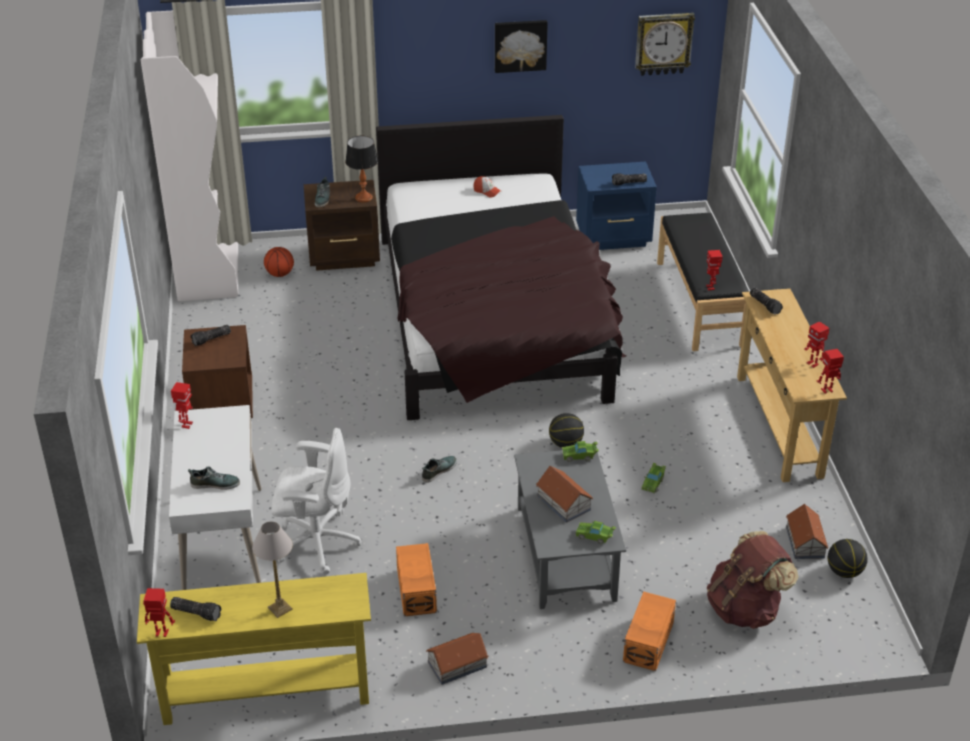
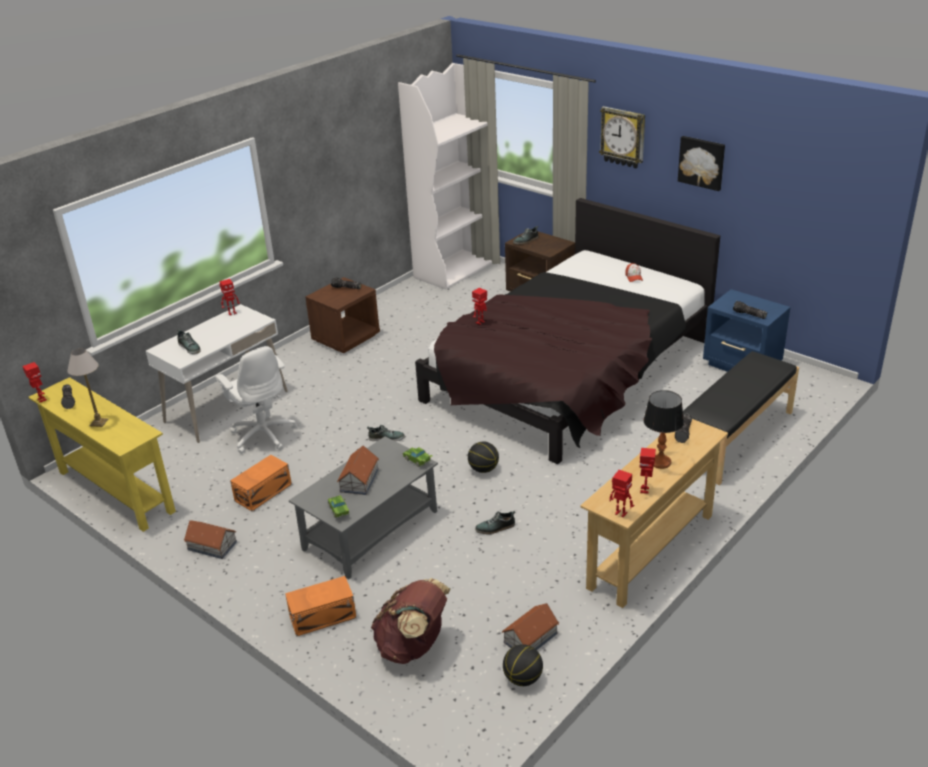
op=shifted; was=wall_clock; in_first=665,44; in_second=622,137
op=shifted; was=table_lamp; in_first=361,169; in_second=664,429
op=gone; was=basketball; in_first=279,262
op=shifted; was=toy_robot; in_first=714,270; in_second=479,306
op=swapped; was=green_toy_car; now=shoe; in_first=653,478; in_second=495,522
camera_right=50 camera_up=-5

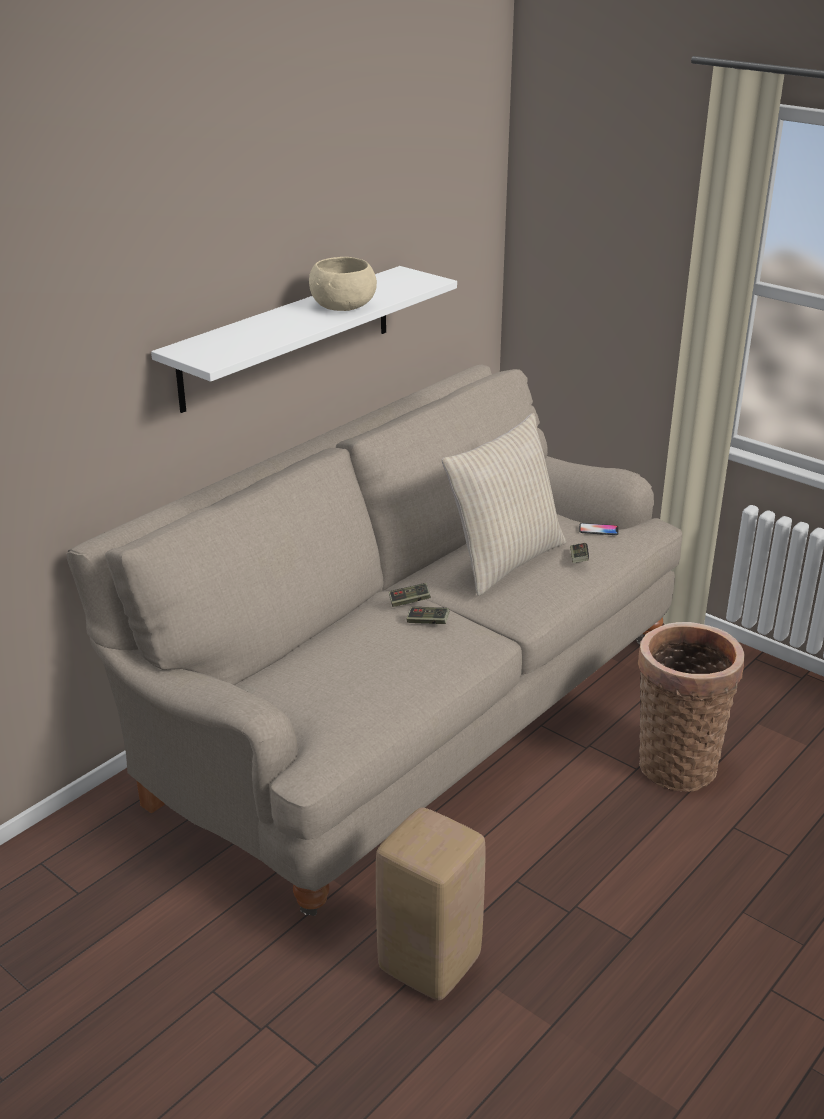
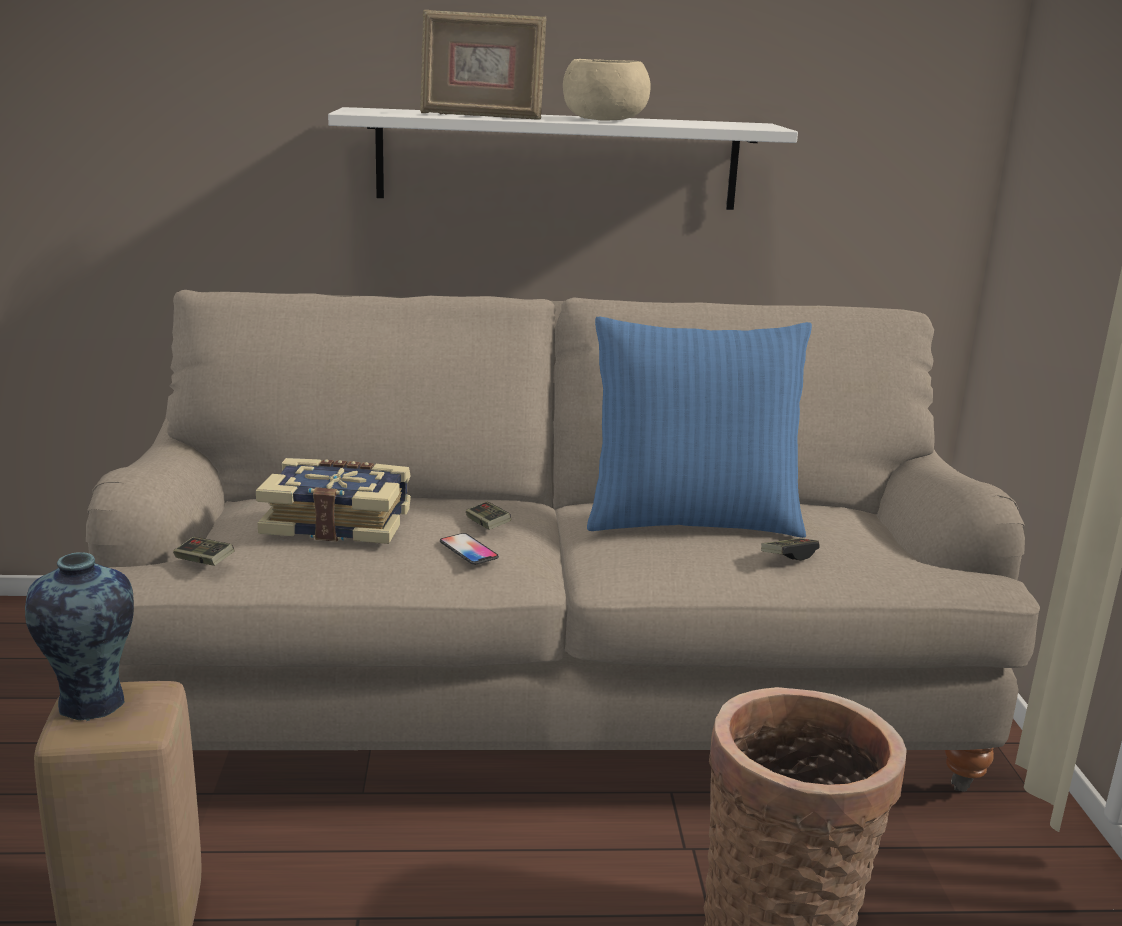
op=repainted; was=beige_pillow; now=blue_pillow; in_first=504,504; in_second=699,427
op=shifted; was=phone; in_first=599,529; in_second=469,549
op=shifted; was=game_controller; in_first=410,595; in_second=203,551
op=new; now=picture_frame; in_second=483,65
op=new; now=book; in_second=333,501
op=new; now=vase; in_second=79,636
camera_right=45 camera_up=-10

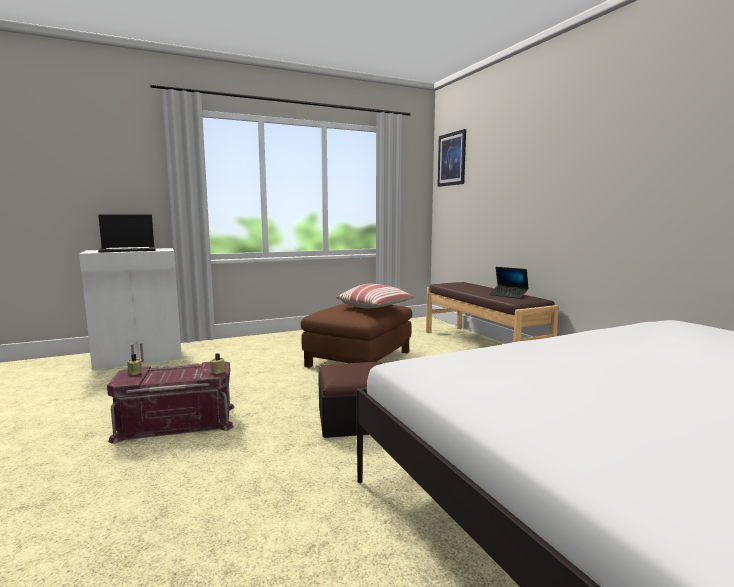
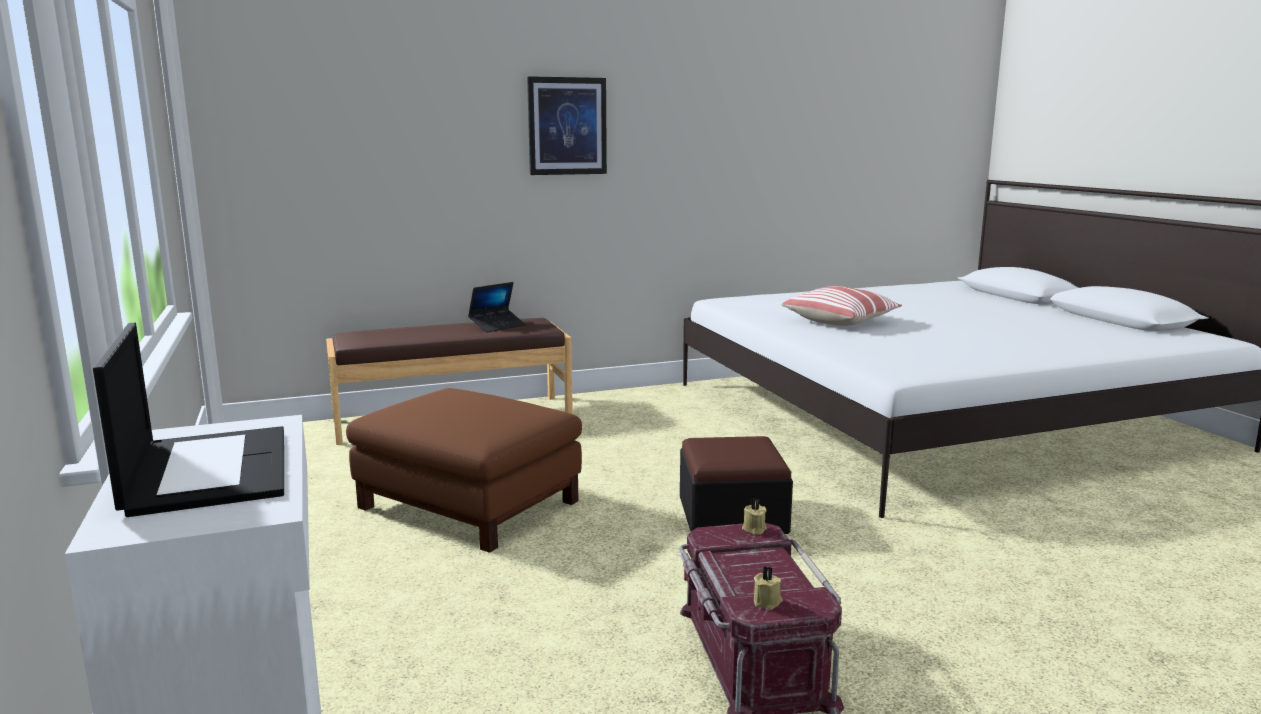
op=shifted; was=picture; in_first=451,158; in_second=567,125
op=shifted; was=pillow; in_first=375,296; in_second=841,306
camera_right=-85 camera_up=5

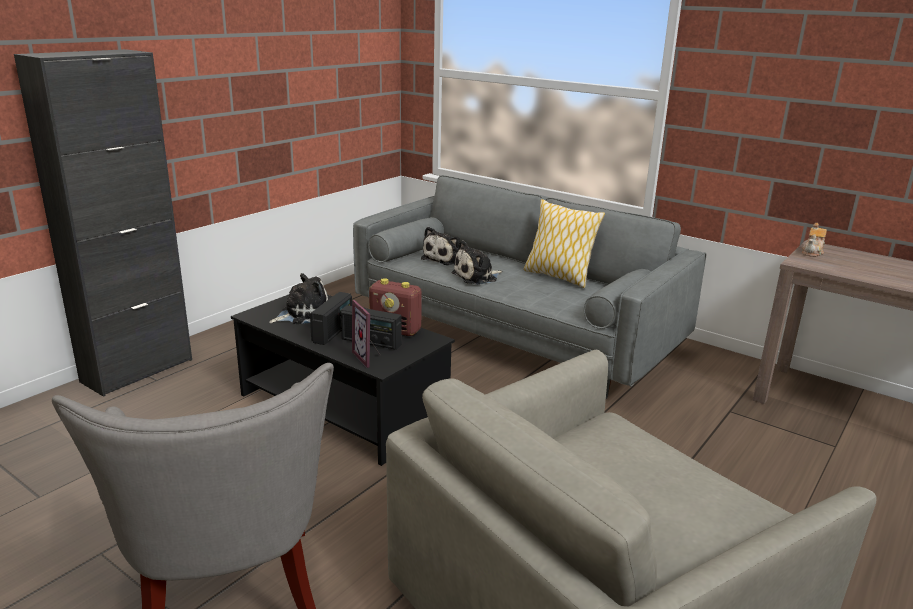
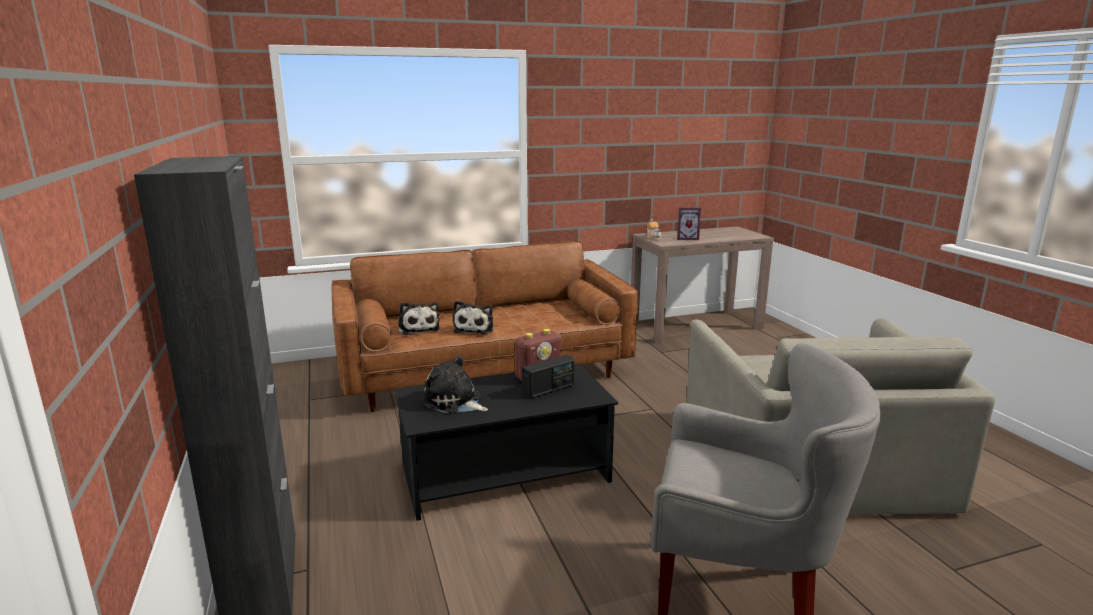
op=repainted; was=grey_sofa; now=brown_sofa; in_first=529,287; in_second=485,326
op=gone; was=pillow; in_first=564,243
op=rotated; was=plush_toy; in_first=299,298; in_second=455,384; clockwise=-60
op=gone; was=radio; in_first=331,318
op=shifted; was=picture_frame; in_first=365,334; in_second=689,223
camera_right=-55 camera_up=-5

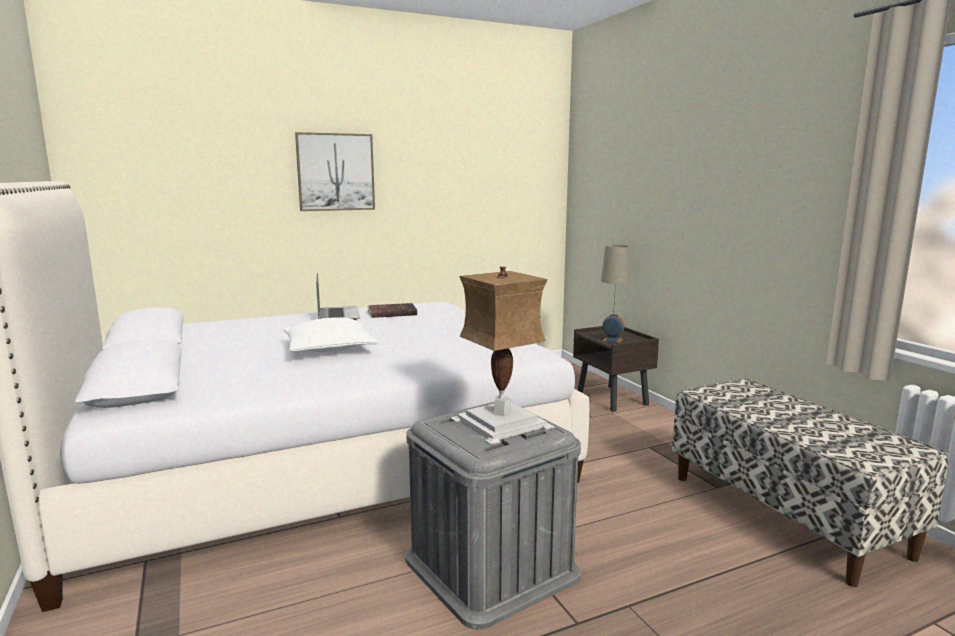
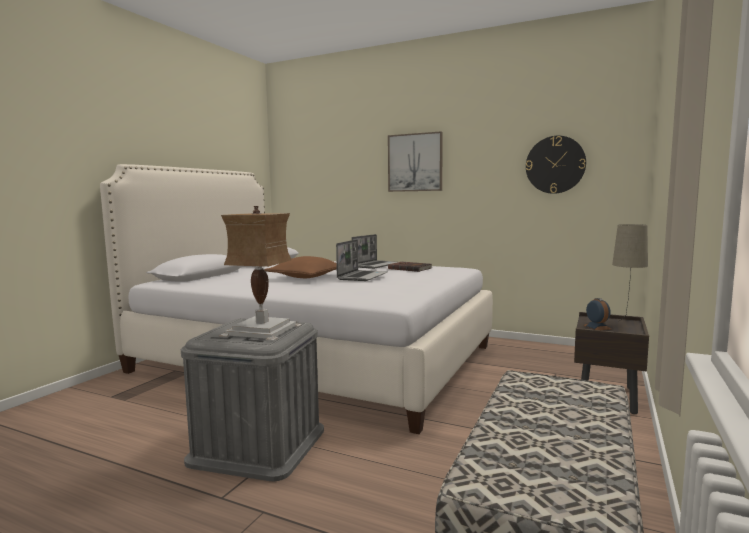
op=repainted; was=white_pillow; now=brown_pillow; in_first=330,334; in_second=301,267
op=new; now=wall_clock; in_second=556,165
op=new; now=laptop; in_second=362,260
camera_right=50 camera_up=-5

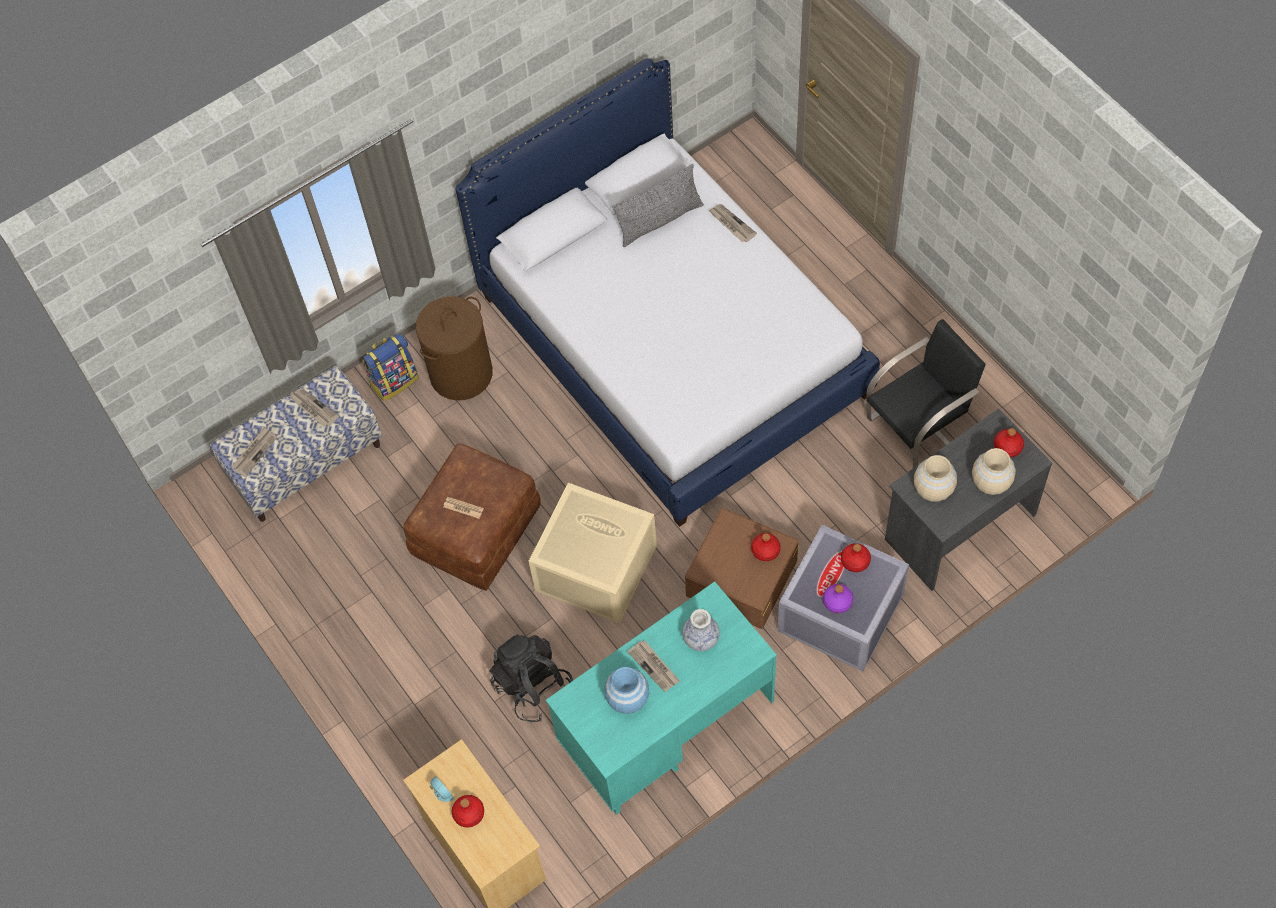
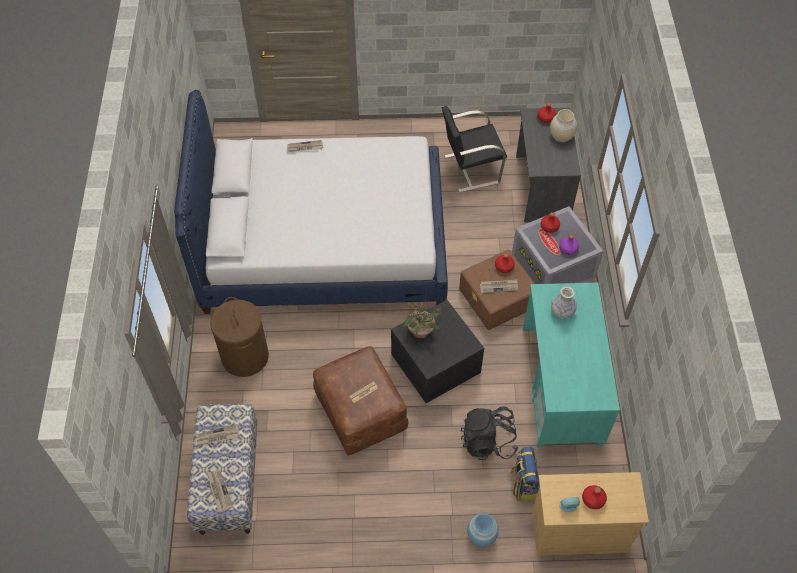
op=gone; was=grey_pillow; in_first=658,205
op=rotated; was=black_chair; in_first=926,393; in_second=474,149; clockwise=-105
op=shifted; was=backpack; in_first=391,367; in_second=525,473
op=gone; was=beige_vase; in_first=935,478
op=repainted; was=beige_storage_box; now=black_storage_box; in_first=593,553; in_second=437,351
op=shifted; was=newspaper; in_first=653,666; in_second=499,286
op=shifted; was=blue_vase; in_first=626,690; in_second=483,530
op=new; now=potted_plant; in_second=422,319
camera_right=-60 camera_up=-5

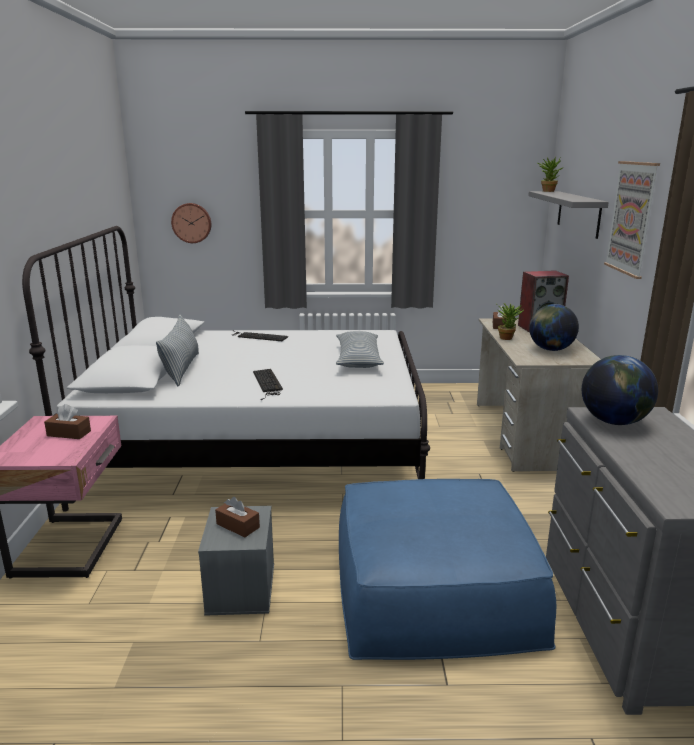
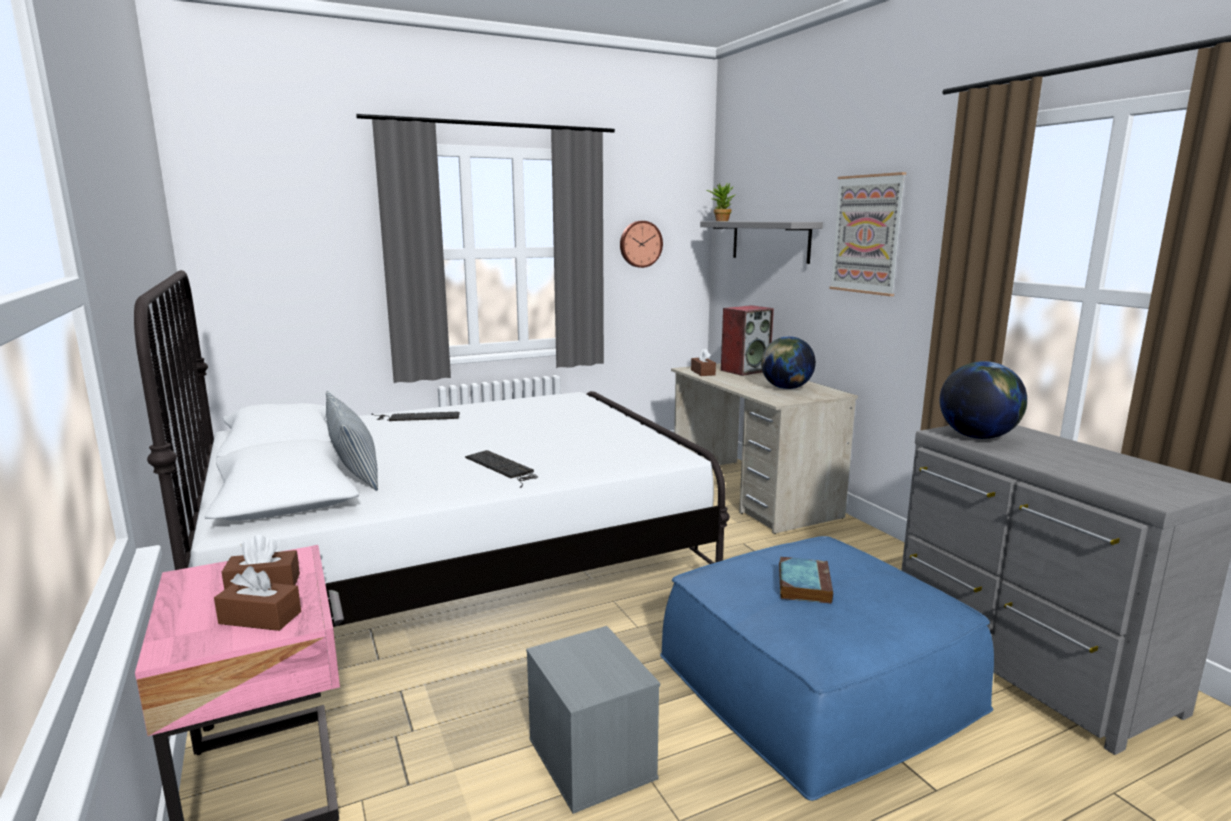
op=shifted; was=wall_clock; in_first=191,223; in_second=641,244
op=gone; was=potted_plant; in_first=510,321
op=gone; was=pillow; in_first=360,349
op=shifted; was=brown_tissue_box; in_first=237,517; in_second=257,598
op=new; now=book; in_second=806,580
camera_right=-25 camera_up=-5

